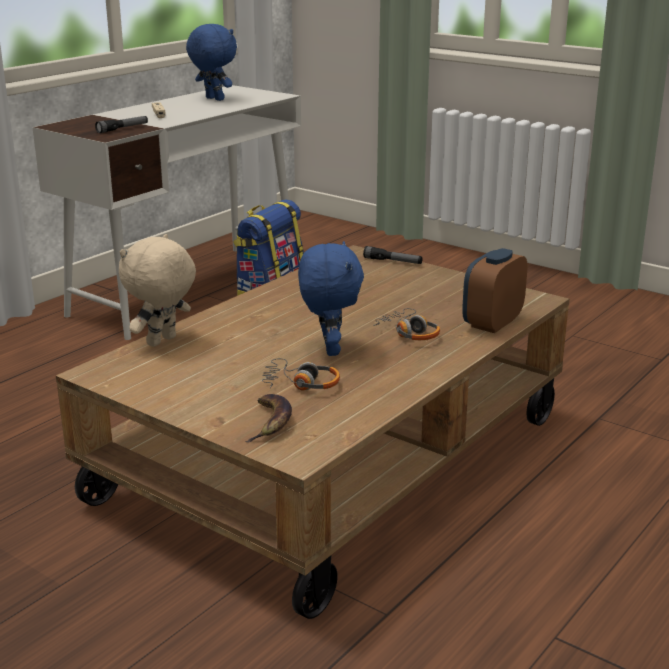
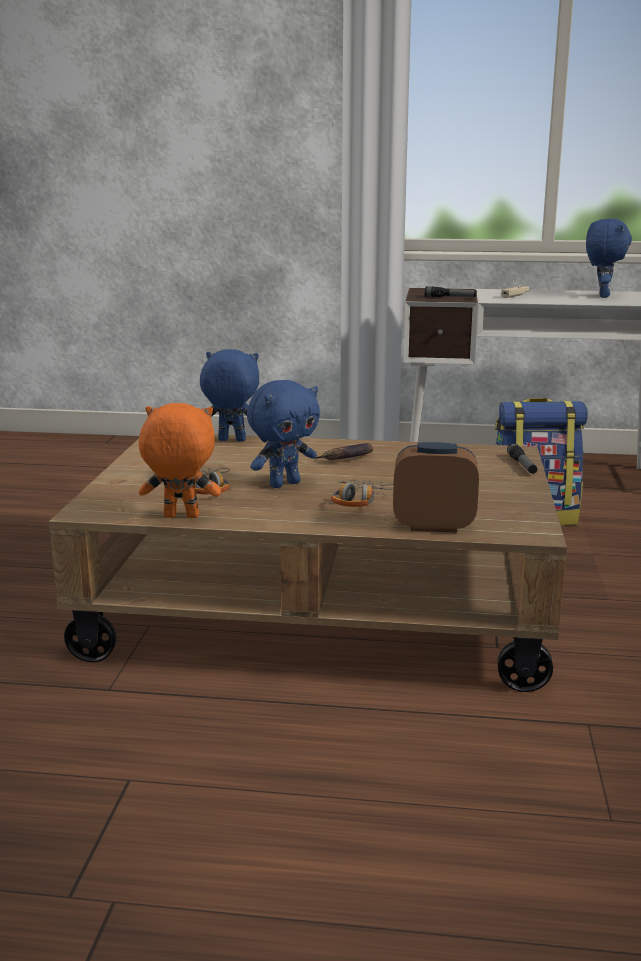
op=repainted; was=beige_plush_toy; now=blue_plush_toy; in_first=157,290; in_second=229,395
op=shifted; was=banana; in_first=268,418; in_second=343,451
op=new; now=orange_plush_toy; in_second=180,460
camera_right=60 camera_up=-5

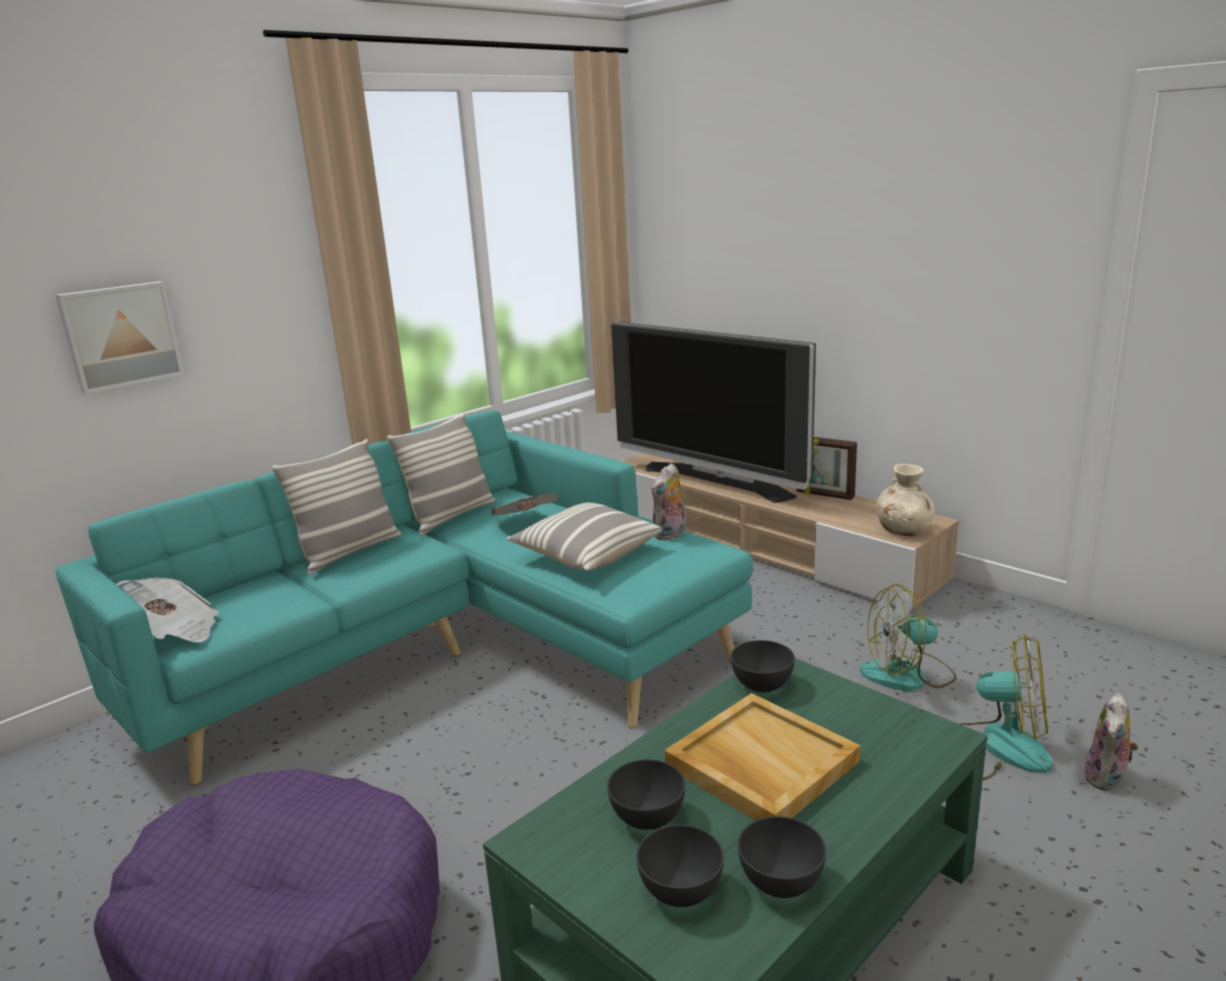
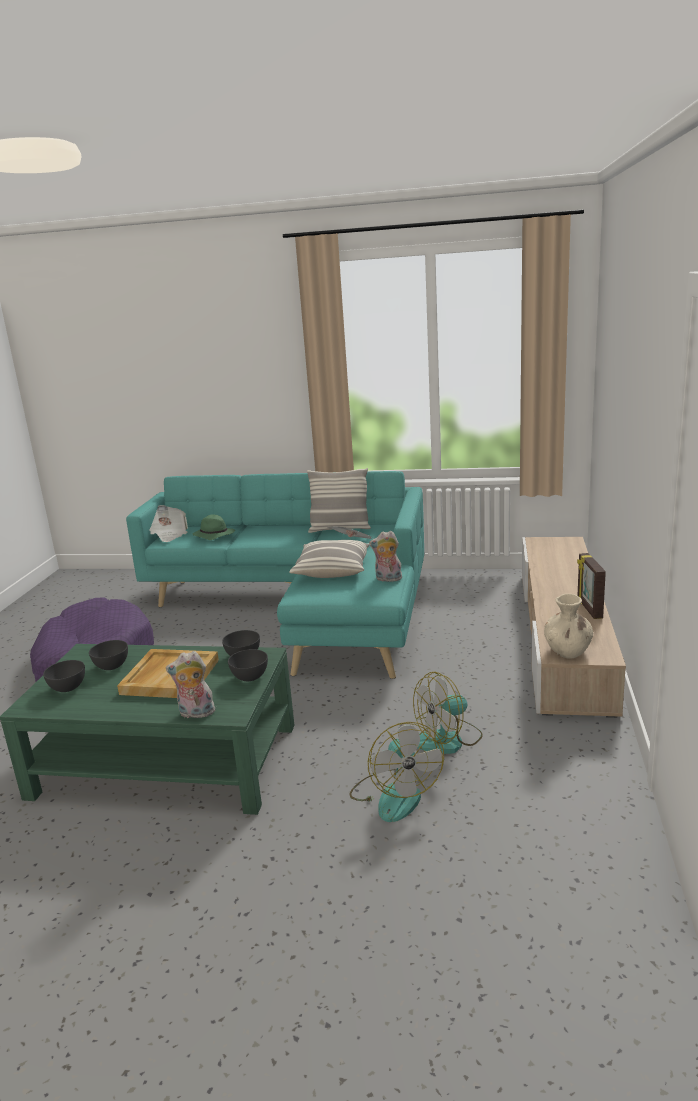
op=gone; was=picture; in_first=120,337
op=gone; was=television; in_first=713,412
op=gone; was=pillow; in_first=336,507
op=rotated; was=fan; in_first=908,638; in_second=448,713; clockwise=-75
op=shifted; was=plush_toy; in_first=1111,742; in_second=190,684
op=shifted; was=grey_bowl; in_first=782,857; in_second=248,665
op=new; now=green_hat; in_second=214,527
camera_right=55 camera_up=0

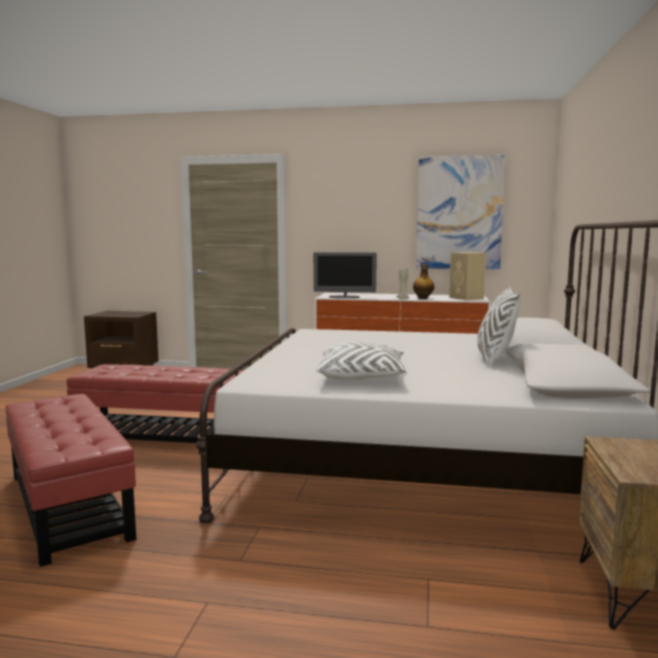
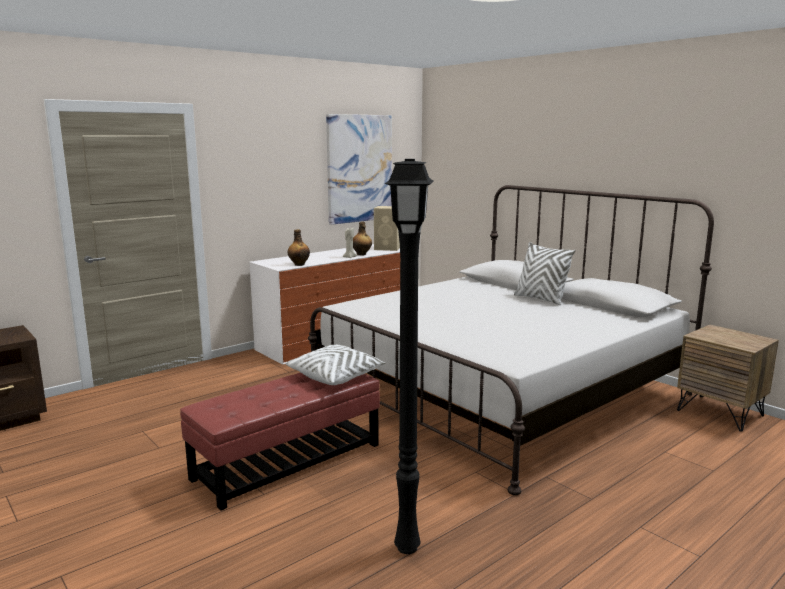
op=swapped; was=monitor; now=bottle; in_first=345,275; in_second=299,247
op=shifted; was=white_pillow; in_first=361,361; in_second=336,365
op=swapped; was=red_ottoman; now=black_floor_lamp; in_first=71,480; in_second=409,356
camera_right=-50 camera_up=5

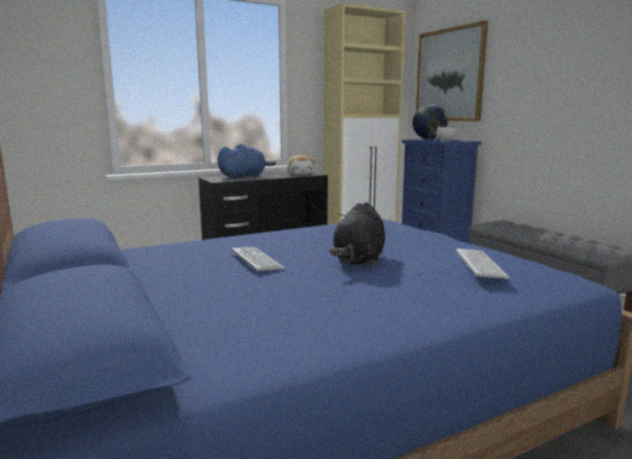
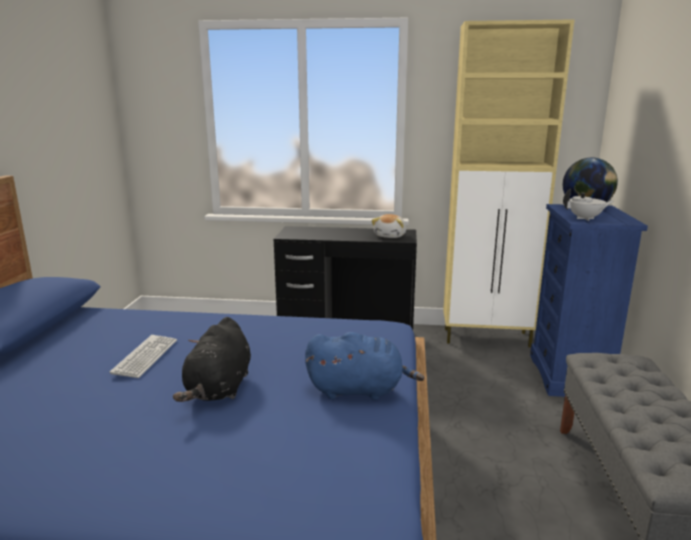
op=gone; was=picture; in_first=452,70
op=shifted; was=blue_plush_toy; in_first=246,161; in_second=364,366
op=rotated; was=black_plush_toy; in_first=357,233; in_second=212,359; clockwise=-45
op=gone; was=keyboard; in_first=483,263
camera_right=35 camera_up=5

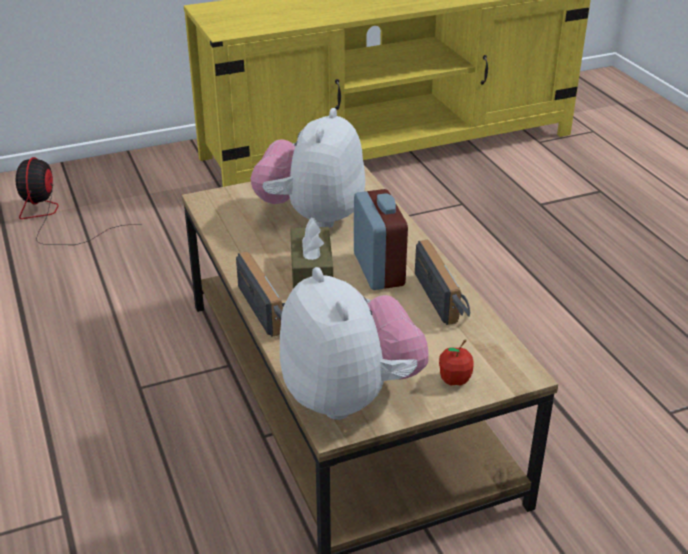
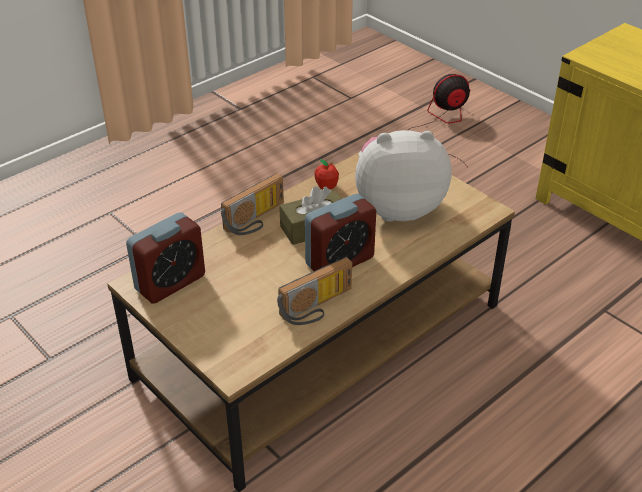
op=swapped; was=plush_toy; now=alarm_clock; in_first=354,343; in_second=165,258
op=shifted; was=apple; in_first=456,362; in_second=327,174
camera_right=70 camera_up=5

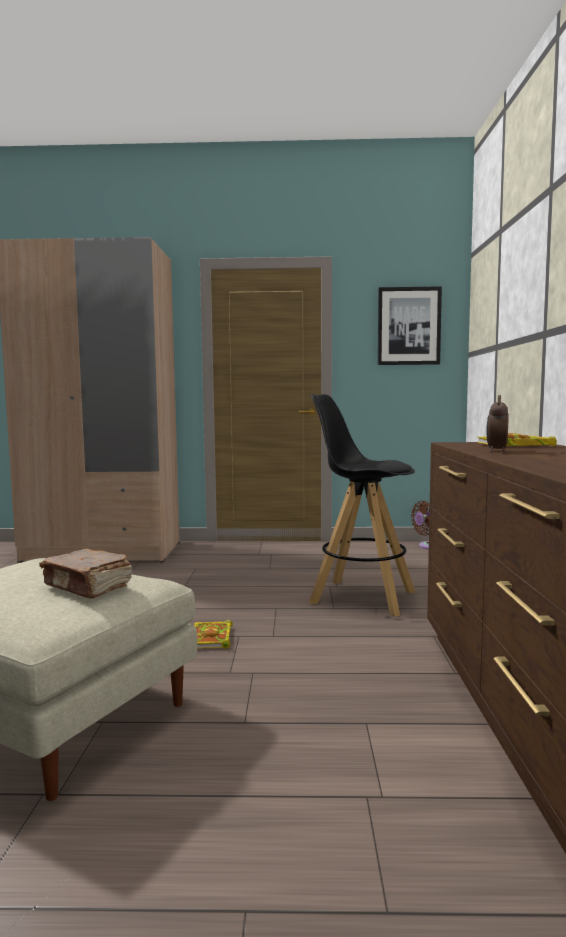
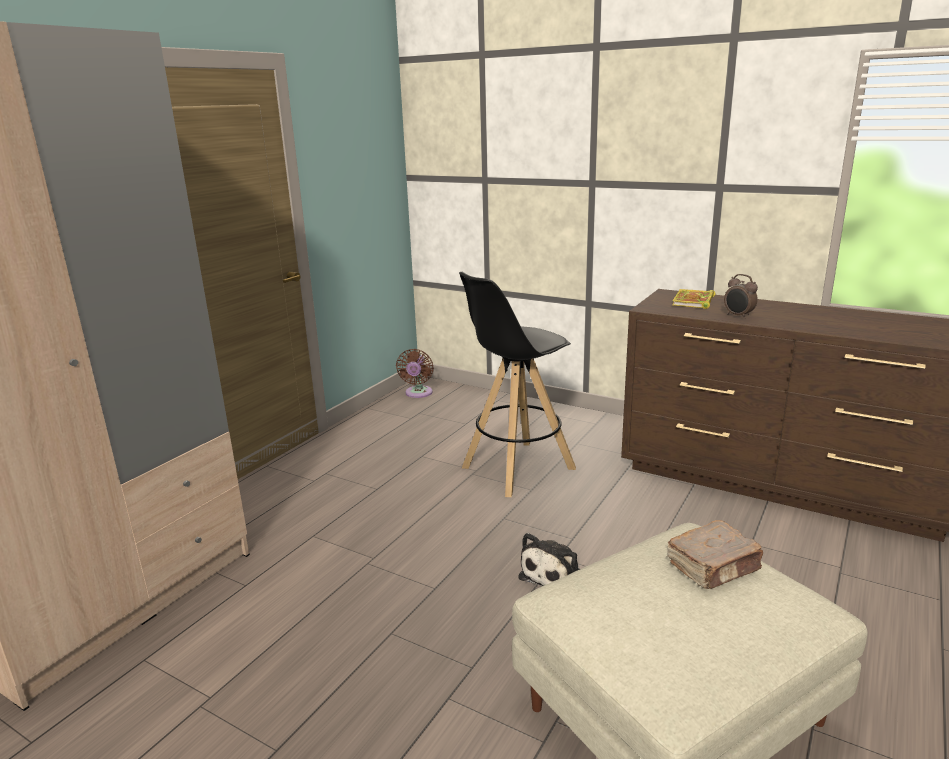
op=gone; was=picture; in_first=410,325
op=swapped; was=book; now=plush_toy; in_first=213,634; in_second=549,559
camera_right=-60 camera_up=15

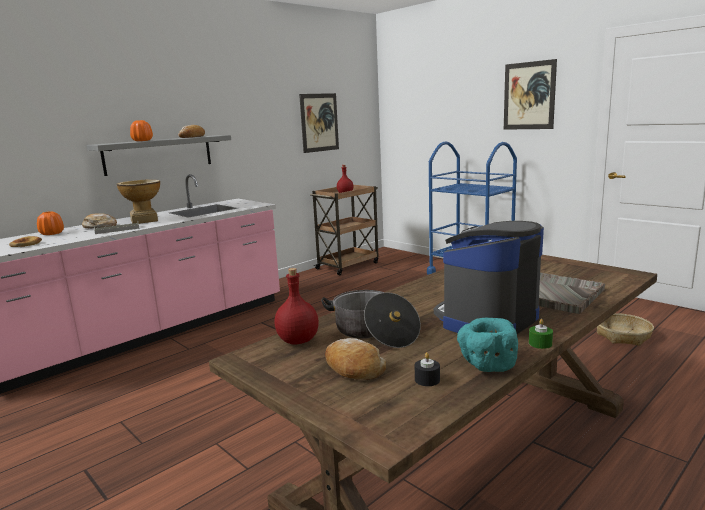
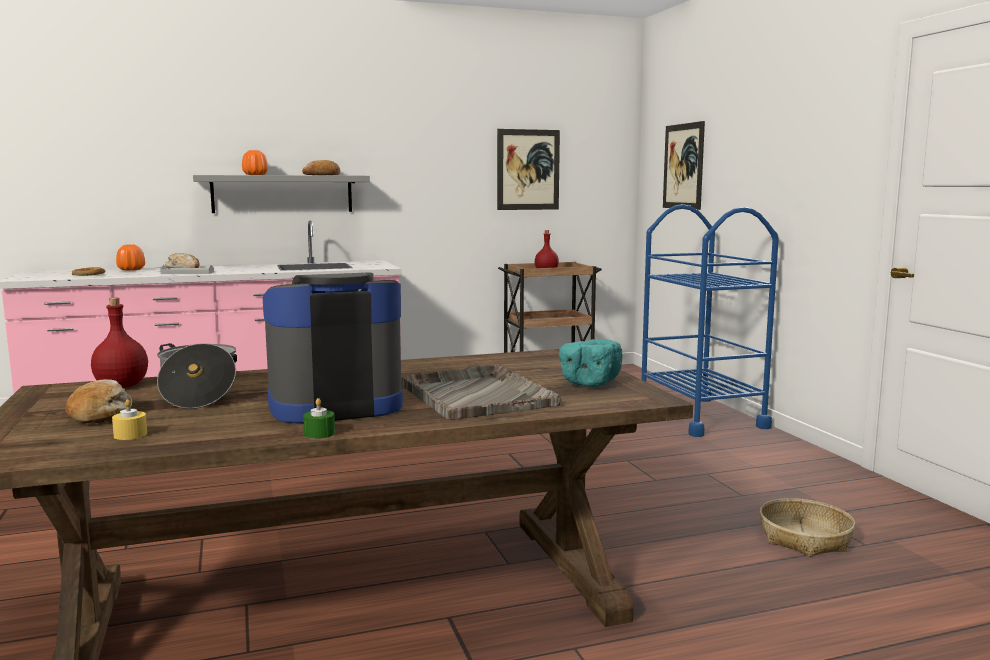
op=shifted; was=picture; in_first=530,94; in_second=684,165
op=gone; was=vase; in_first=138,202
op=shifted; was=turquoise_bowl; in_first=487,344; in_second=590,363
op=repainted; was=black_candle; now=yellow_candle; in_first=427,369; in_second=129,419
camera_right=25 camera_up=-5

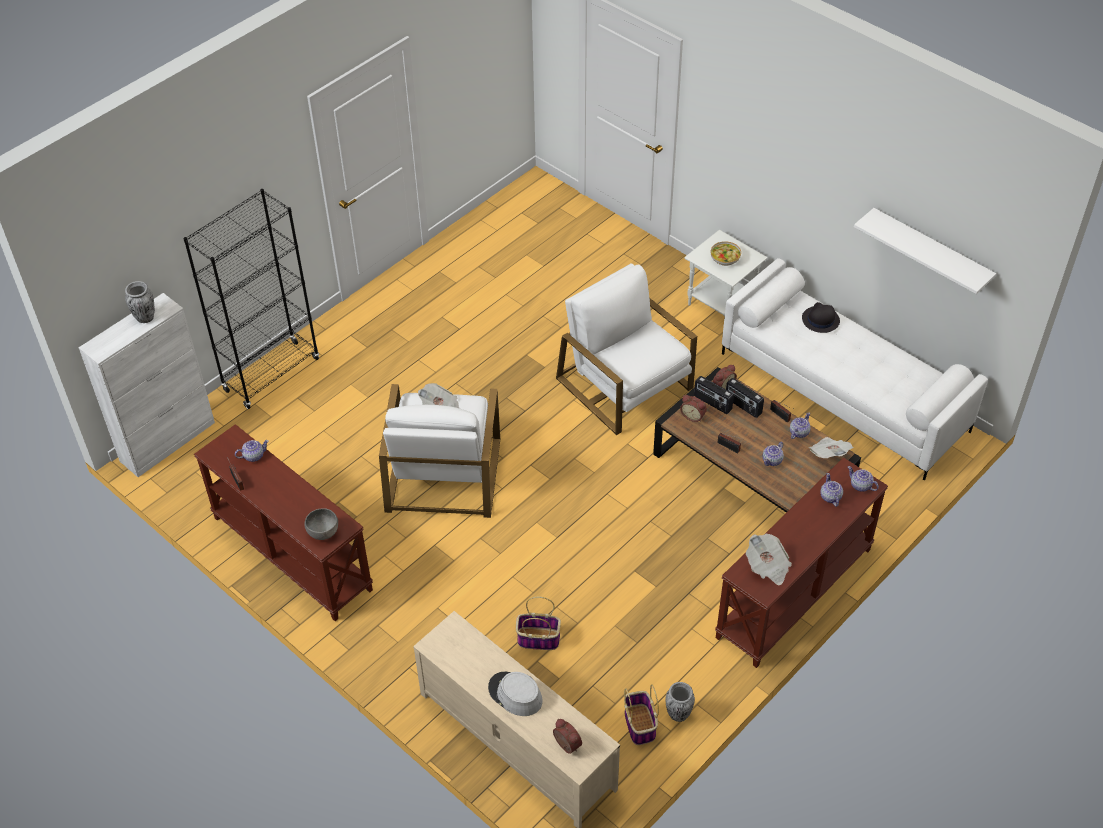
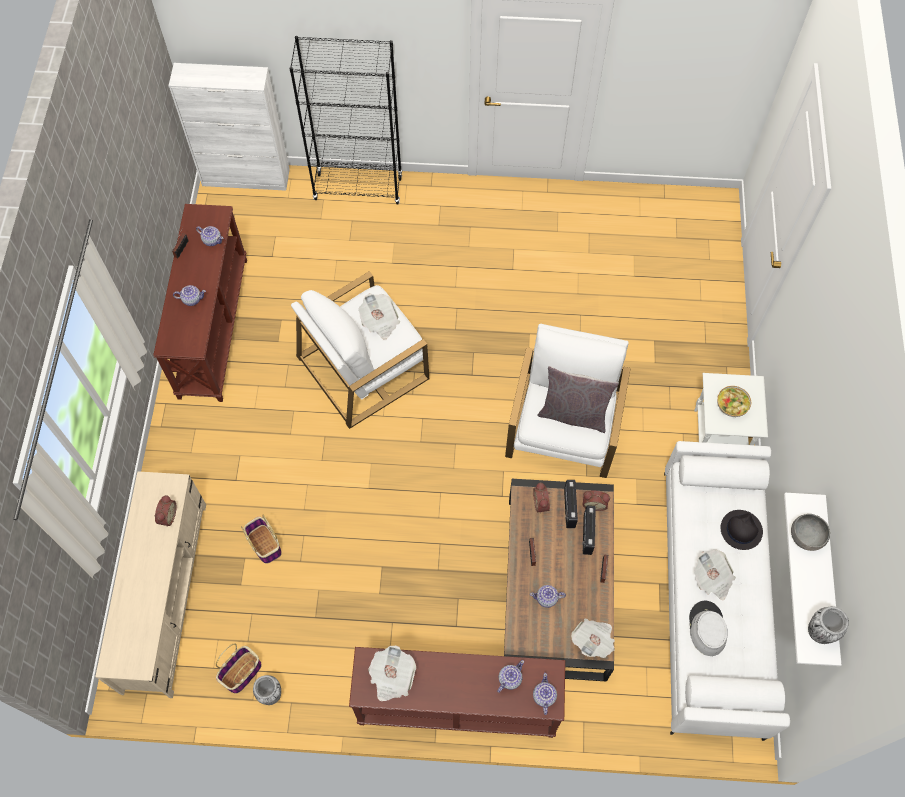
op=shifted; was=vase; in_first=140,302; in_second=828,625
op=shifted; was=teapot; in_first=800,425; in_second=189,295
op=shifted; was=grey_bowl; in_first=321,524; in_second=810,532
op=shifted; was=grey_hat; in_first=515,694; in_second=708,628
op=shifted; was=alarm_clock; in_first=567,736; in_second=165,511
op=new; now=grey_pillow; in_second=578,399
op=new; now=newspaper; in_second=715,575
camera_right=50 camera_up=15

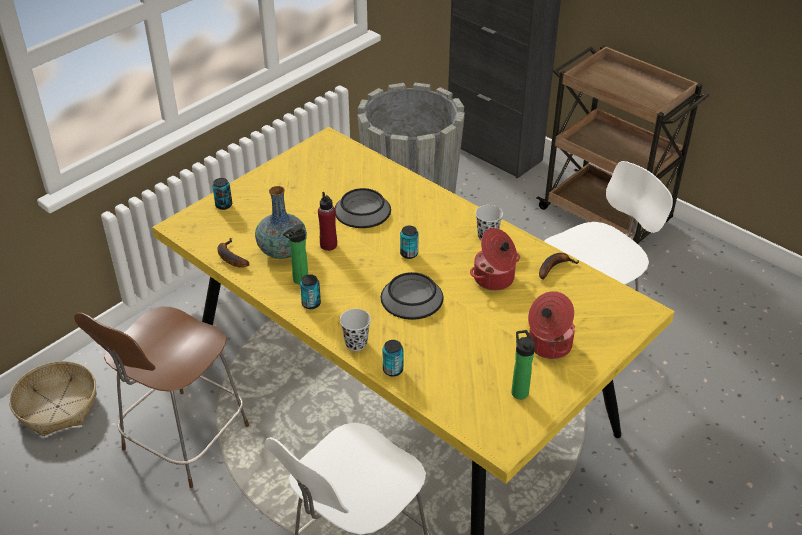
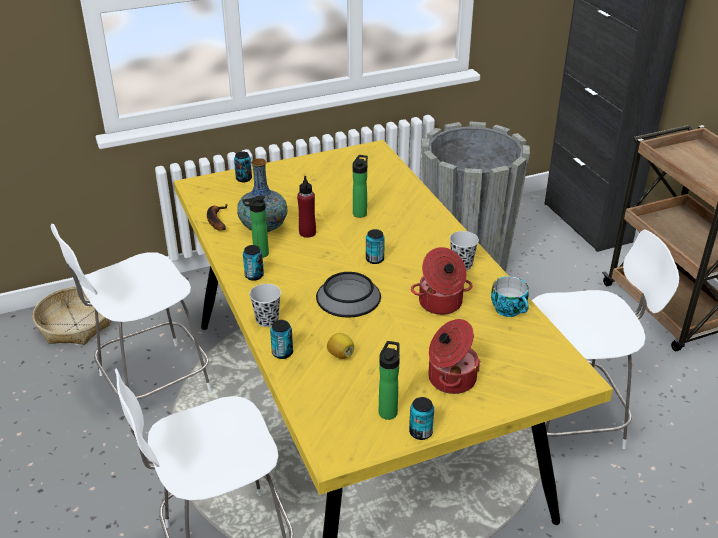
op=swapped; was=bowl; now=bottle; in_first=363,208; in_second=360,186
op=swapped; was=banana; now=cup; in_first=559,266; in_second=510,296
op=repainted; was=brown_chair; now=white_chair; in_first=161,397; in_second=131,311
op=new; now=lemon; in_second=340,346
op=new; now=can; in_second=421,418
camera_right=25 camera_up=-5

